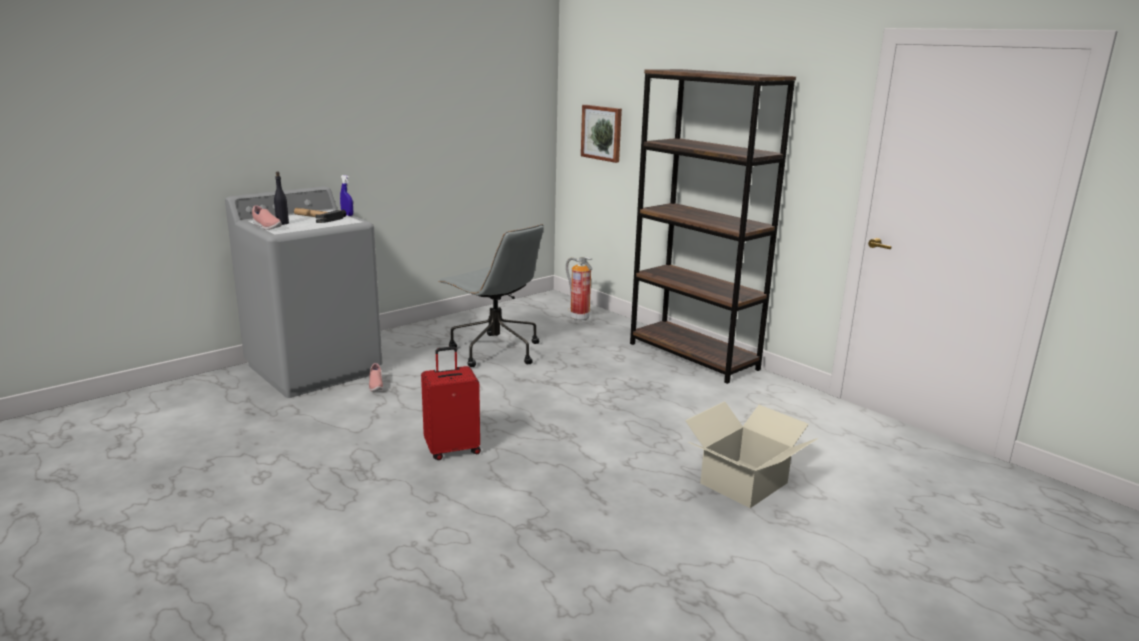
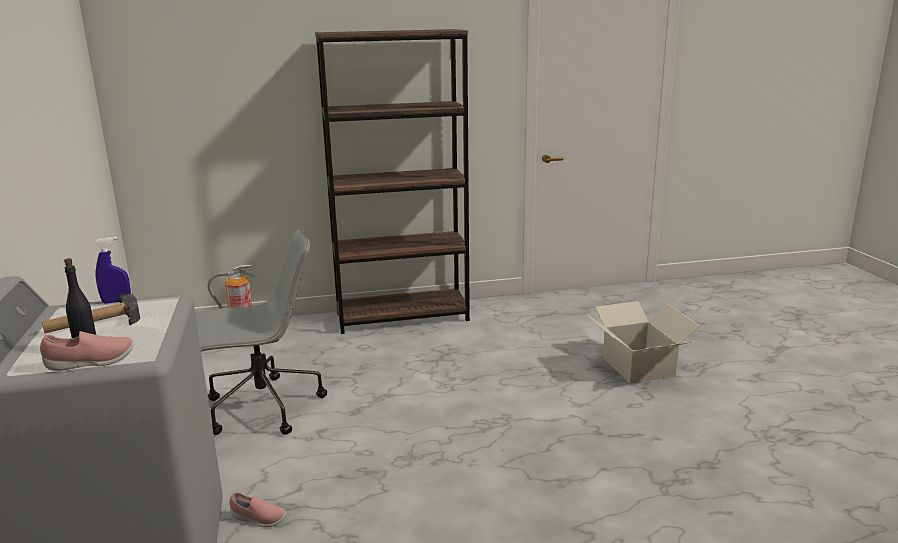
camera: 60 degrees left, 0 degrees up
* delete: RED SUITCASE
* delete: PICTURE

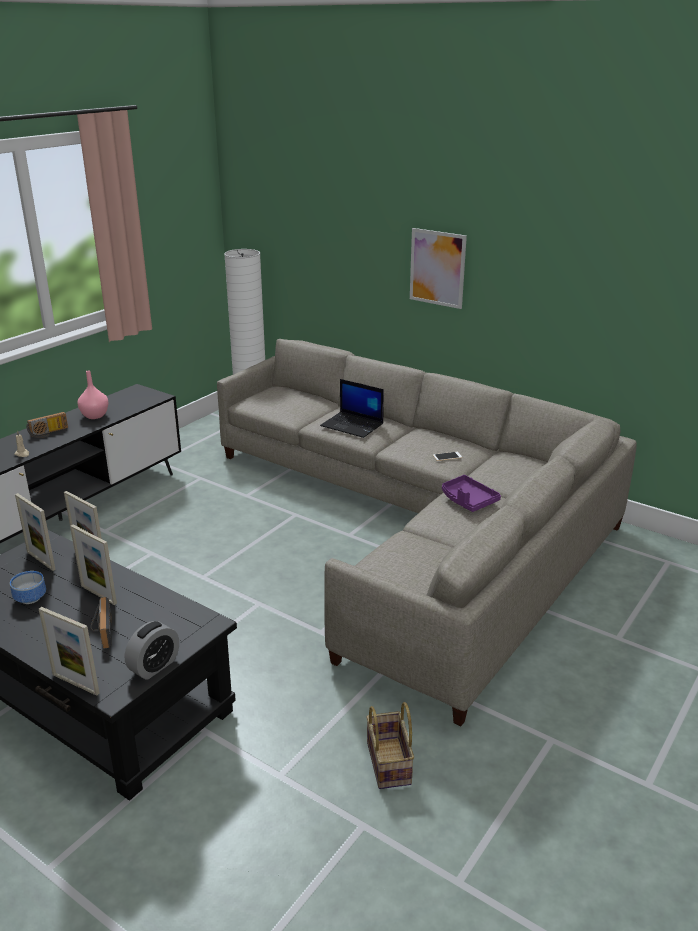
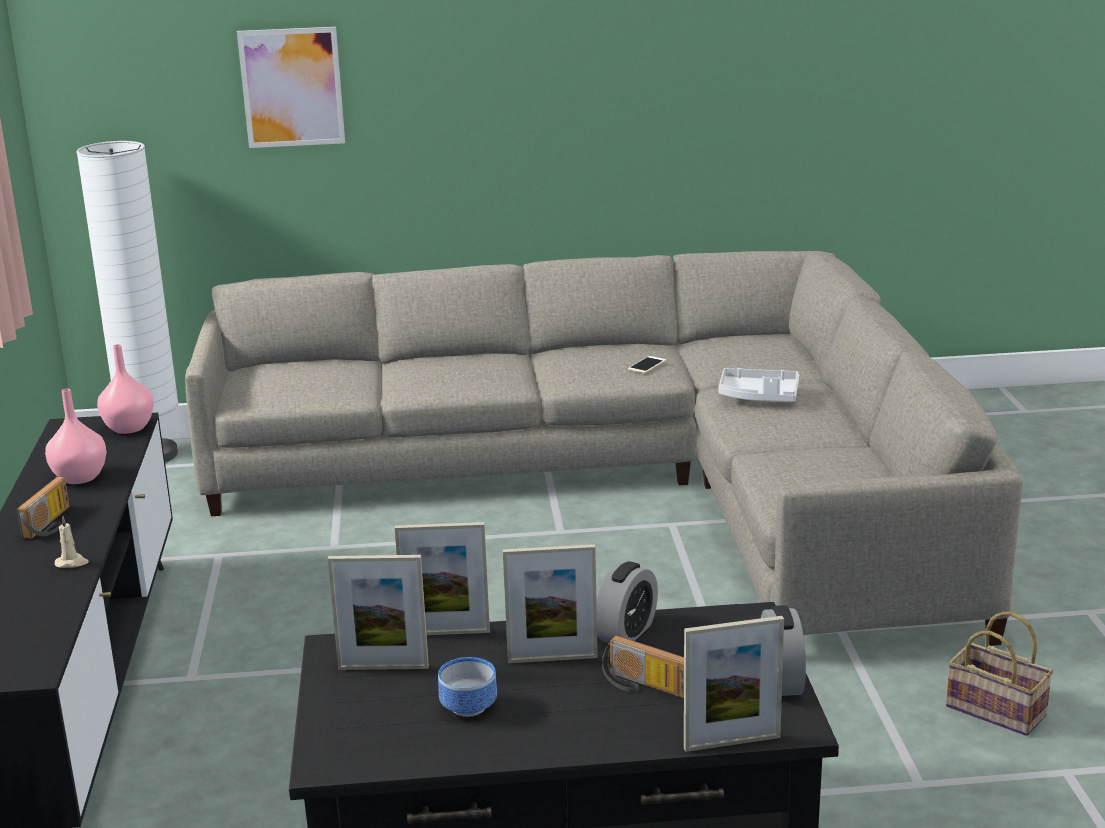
camera: 40 degrees left, 5 degrees down
* delete: LAPTOP
* insert: PINK VASE (2nd from left)
* insert: ALARM CLOCK (1st from left)
* move: PICTURE
* recolor: PURPLE TRAY to WHITE TRAY

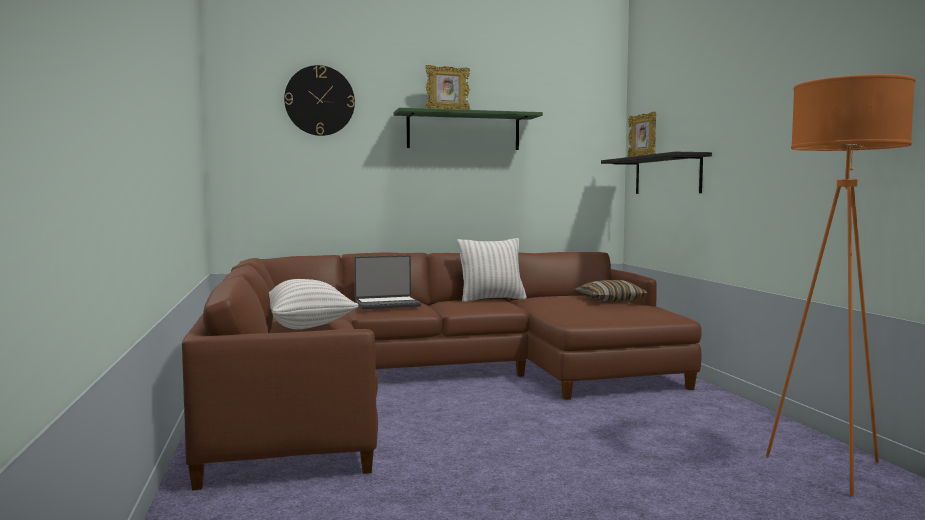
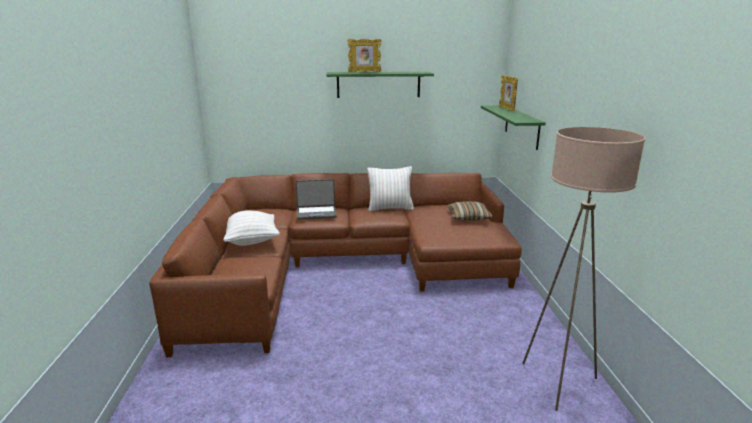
camera: 10 degrees right, 15 degrees up
* delete: WALL CLOCK
* recolor: BLACK SHELF to GREEN SHELF (2nd from left)
* recolor: ORANGE FLOOR LAMP to BEIGE FLOOR LAMP

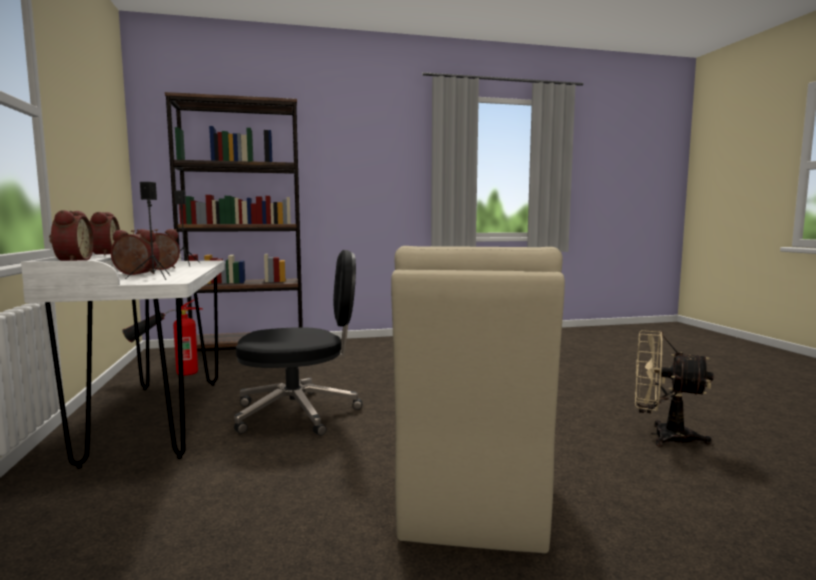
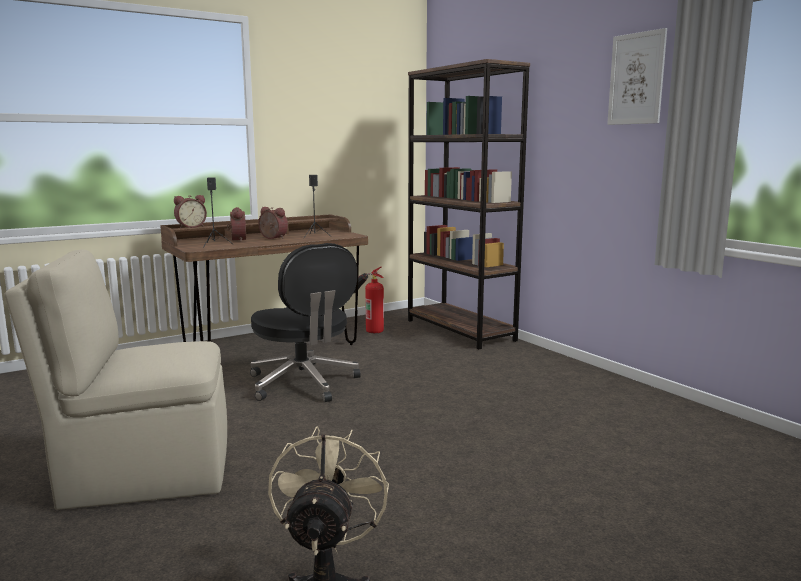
camera: 70 degrees right, 5 degrees up
* delete: ALARM CLOCK (2nd from left)
* insert: PICTURE
* recolor: WHITE DESK to BROWN DESK

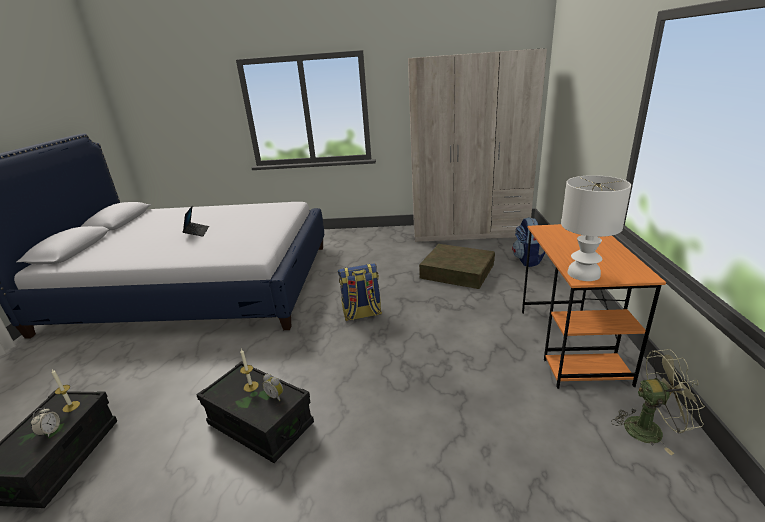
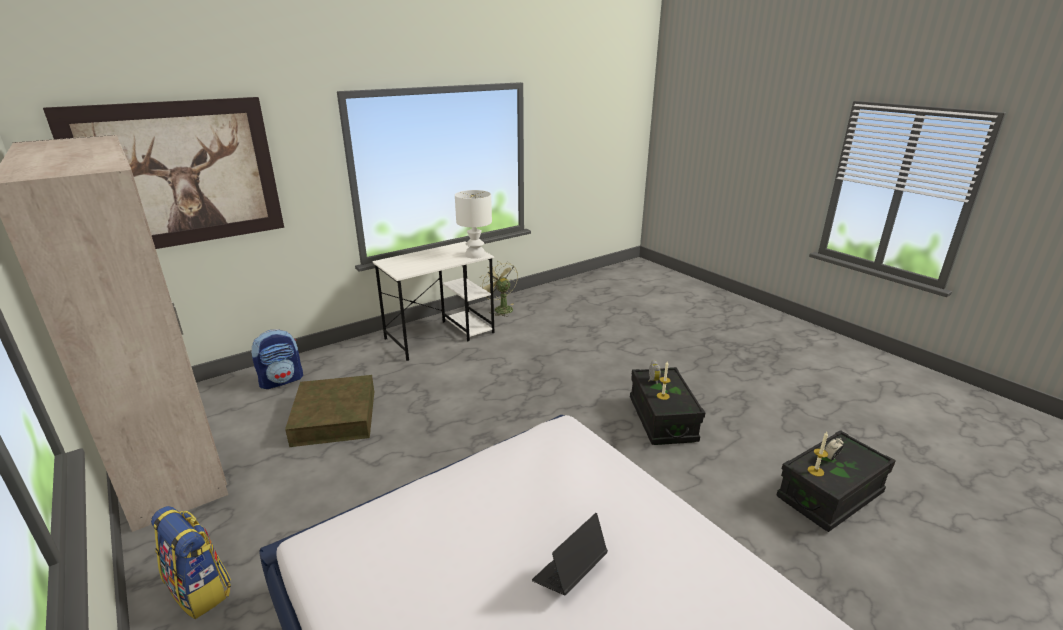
camera: 130 degrees left, 0 degrees up
* insert: PICTURE
* move: BACKPACK (1st from left)
* recolor: ORANGE DESK to WHITE DESK

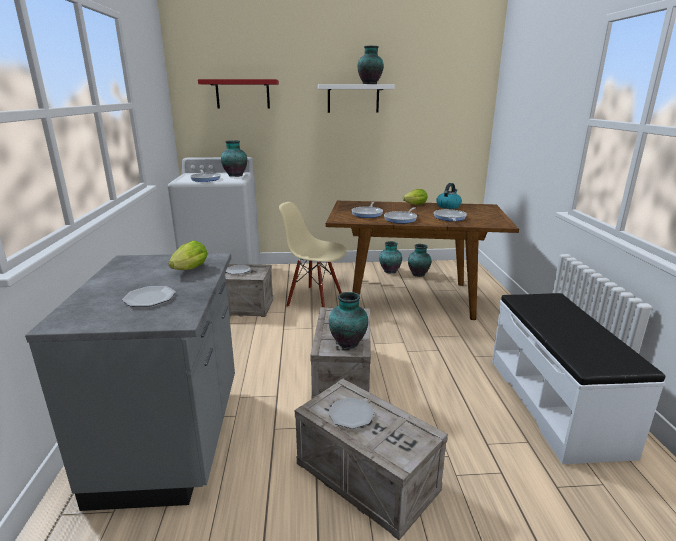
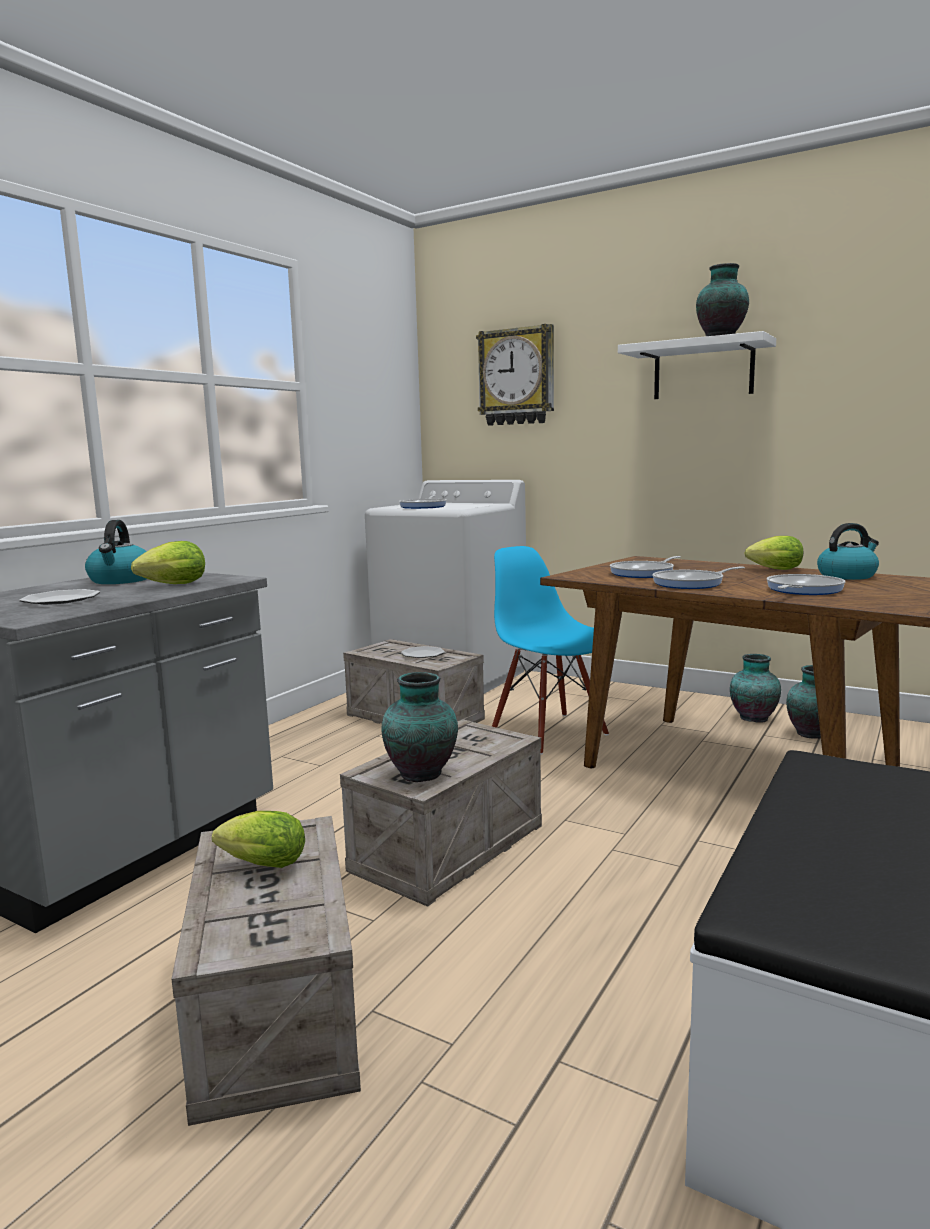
camera: 35 degrees right, 10 degrees down
* delete: VASE (1st from left)
* insert: KETTLE (1st from left)
* replace: RED SHELF to WALL CLOCK
* replace: PLATE (3rd from left) to LETTUCE (2nd from left)
* recolor: BEIGE CHAIR to BLUE CHAIR

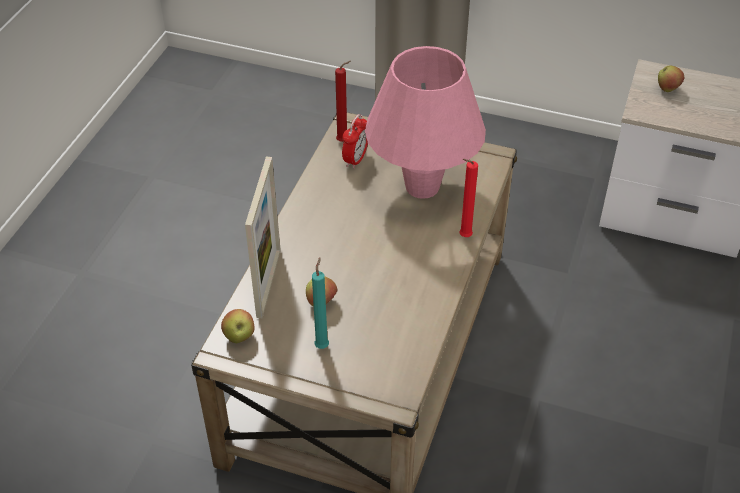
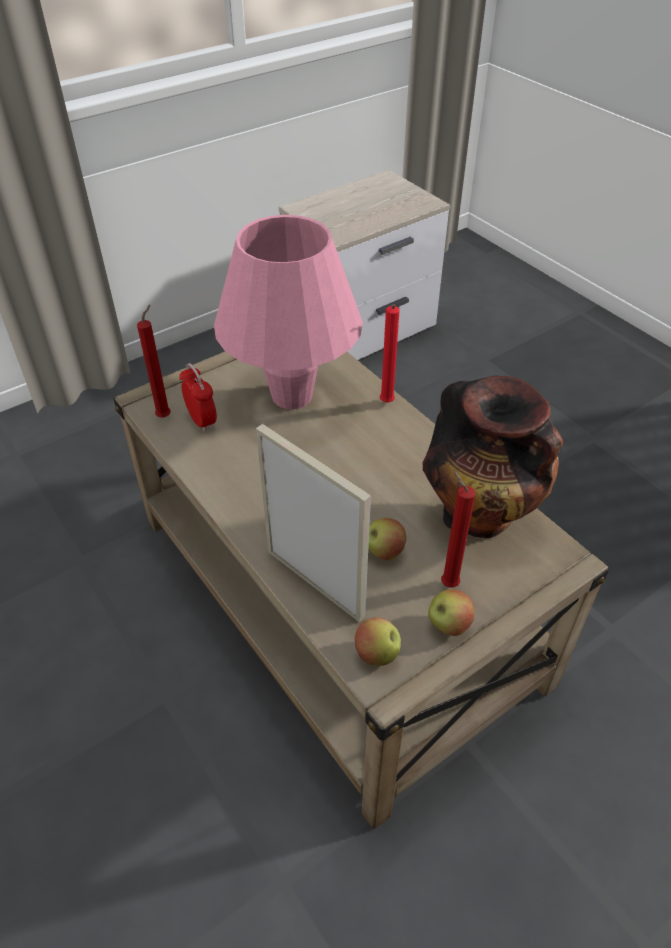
camera: 55 degrees left, 0 degrees up
* insert: VASE
* move: APPLE (3rd from left)
* recolor: TURQUOISE CANDLE to RED CANDLE (3rd from left)

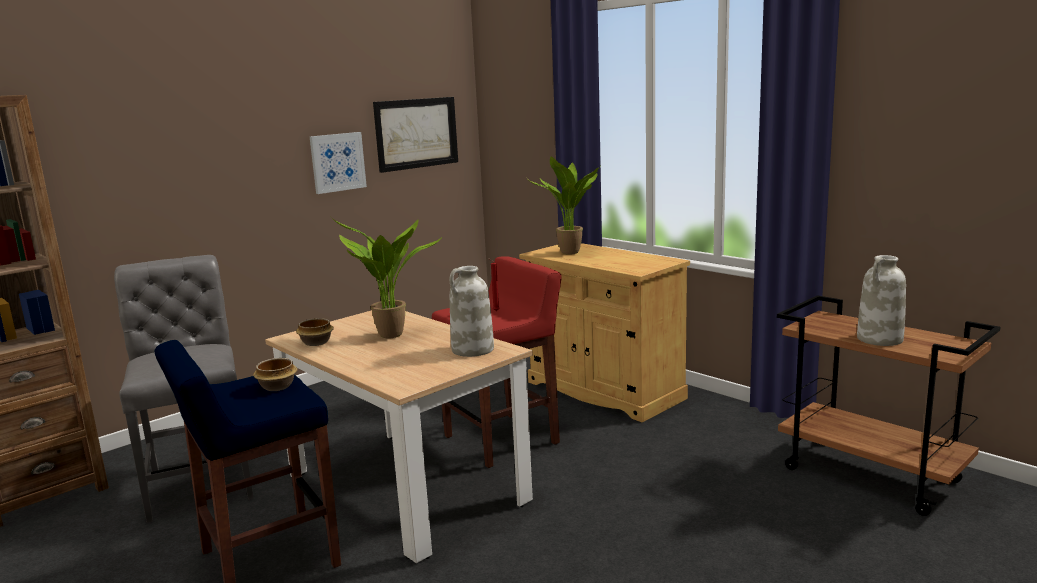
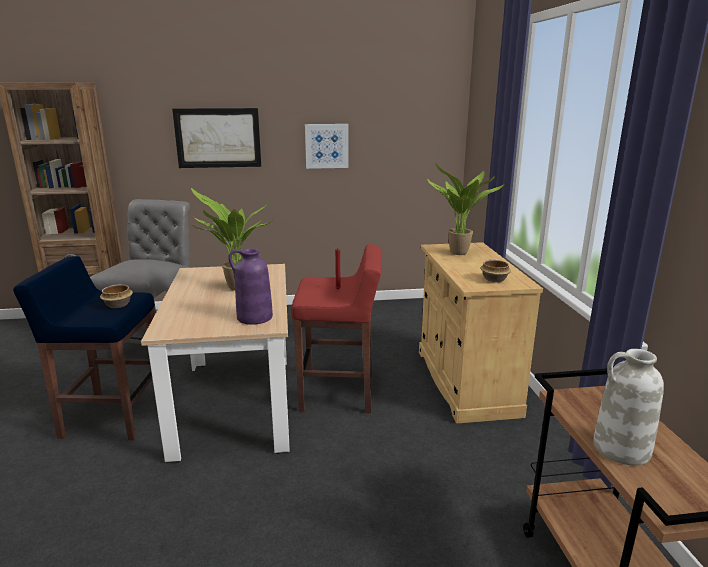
camera: 35 degrees right, 5 degrees up
* move: BOWL (2nd from left)
* move: PICTURE (2nd from left in the first image) to PICTURE (1st from left)
* recolor: WHITE VASE (1st from left) to PURPLE VASE

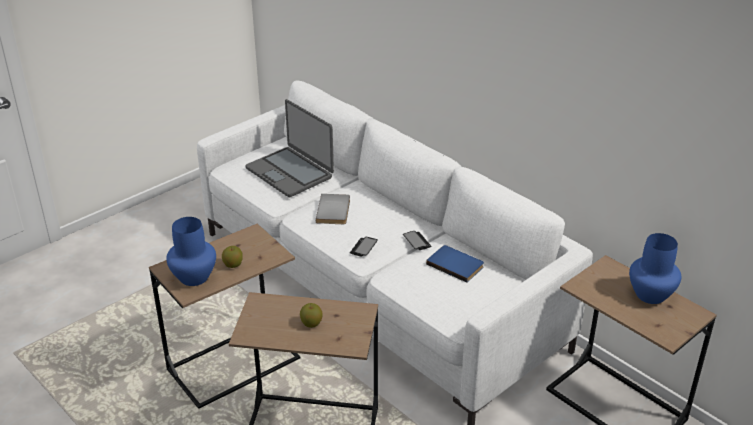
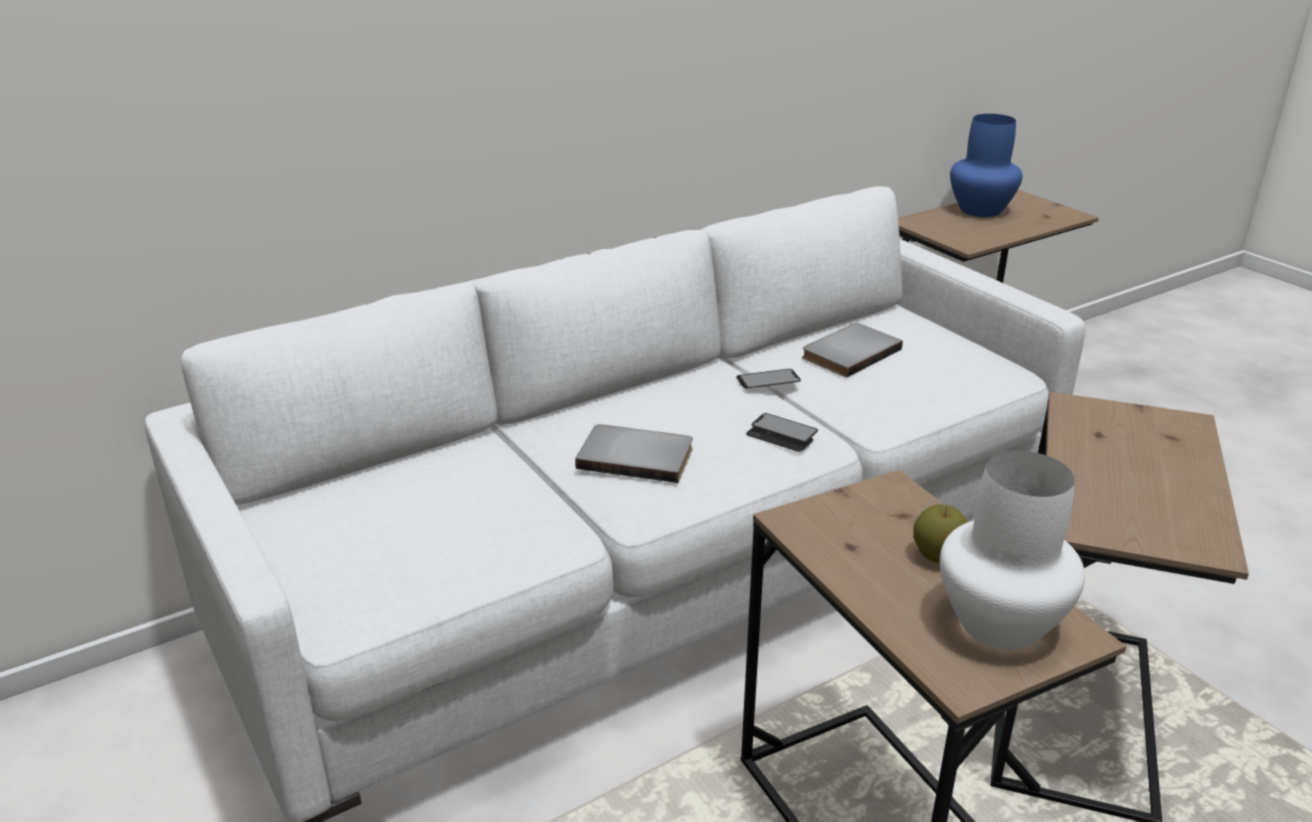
camera: 80 degrees left, 5 degrees down
* delete: LAPTOP
* delete: APPLE (2nd from left)
* recolor: BLUE VASE (1st from left) to WHITE VASE
* recolor: BLUE BOOK to GREY BOOK (2nd from left)

